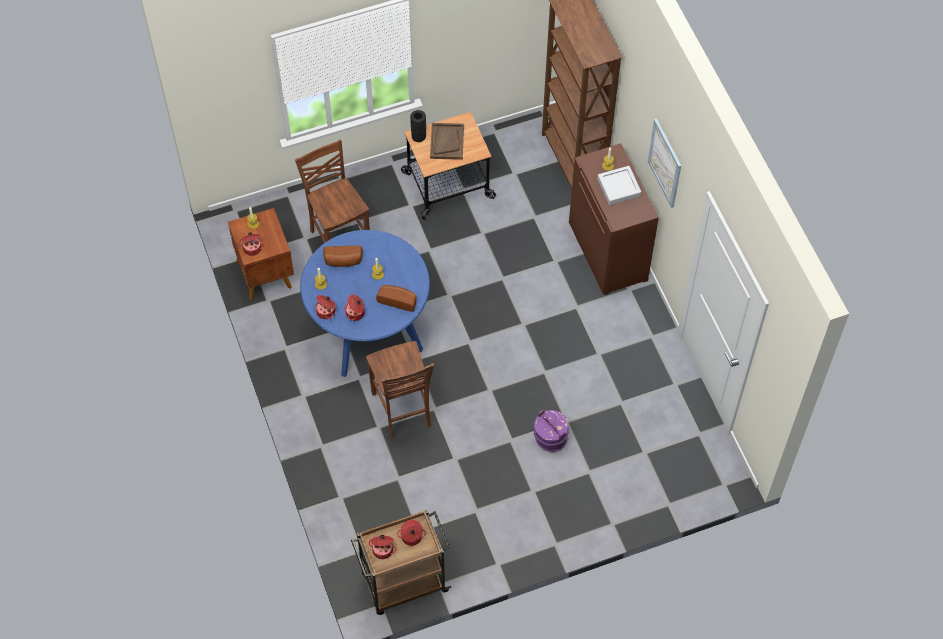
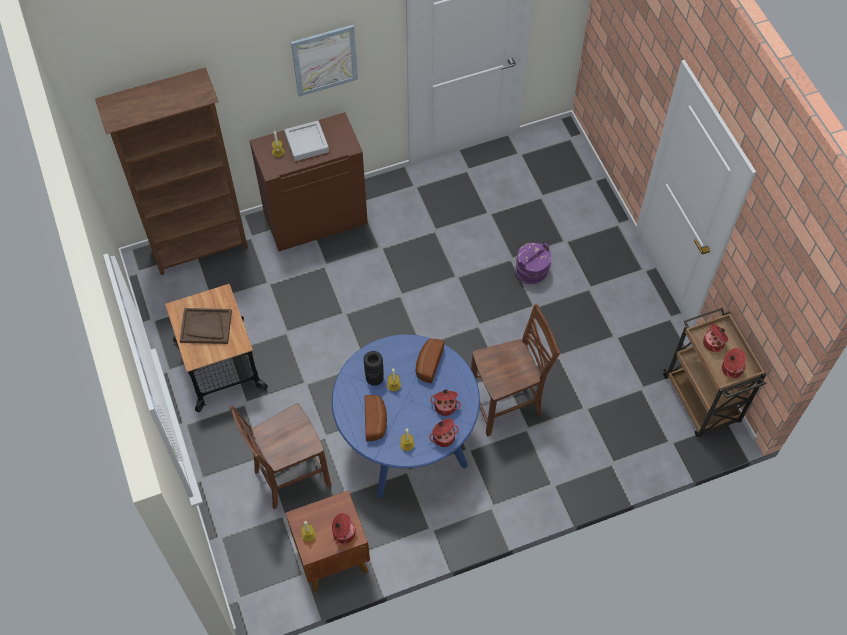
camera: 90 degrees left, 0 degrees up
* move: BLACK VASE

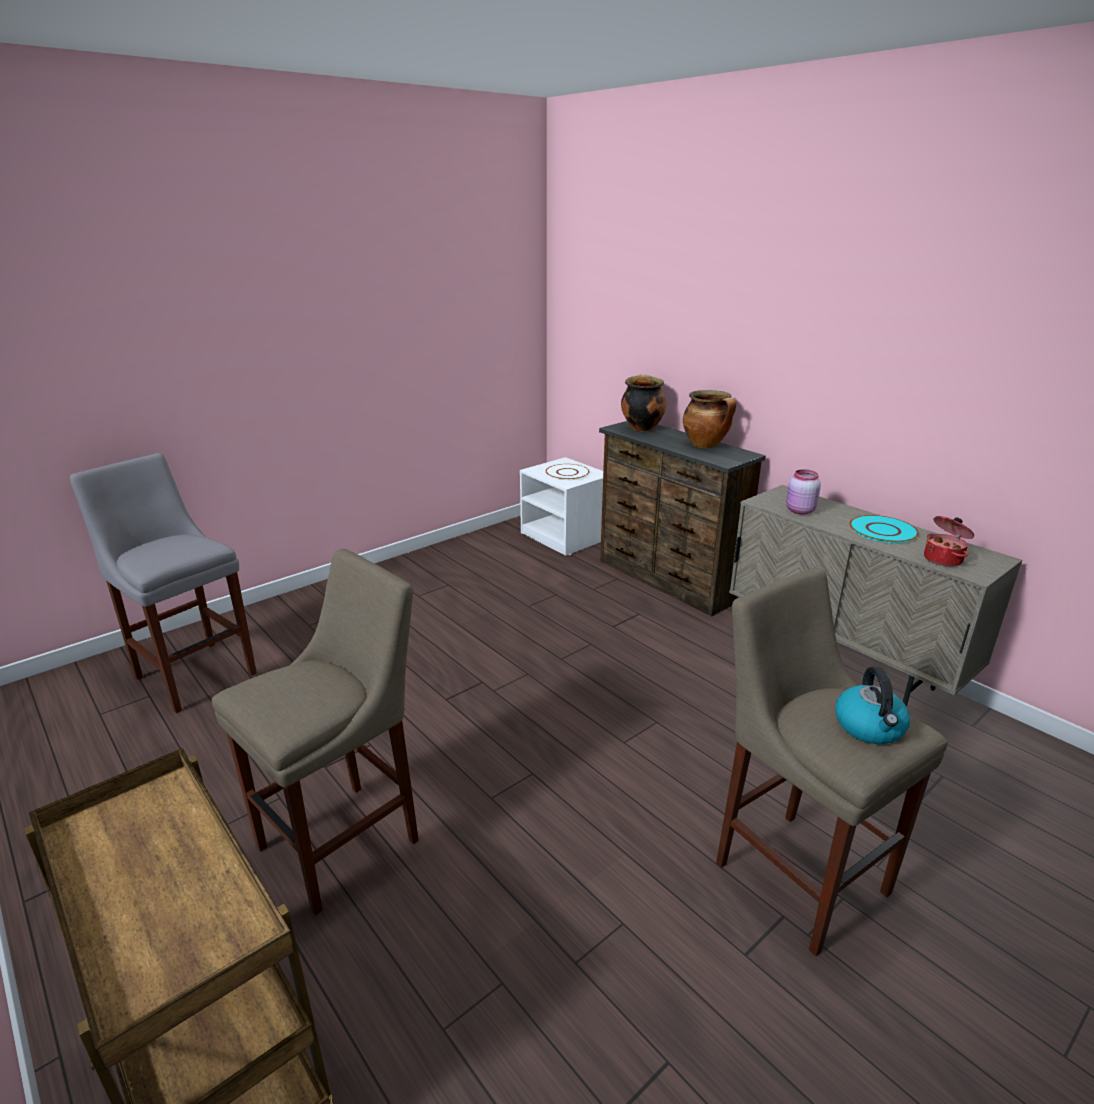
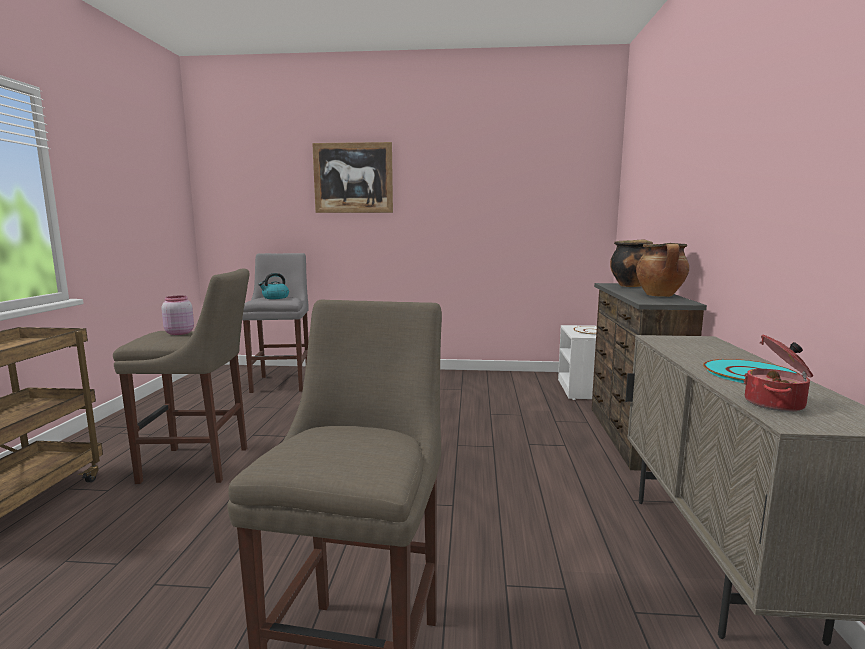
camera: 45 degrees right, 15 degrees down
* insert: PICTURE
* move: PINK JAR
* move: KETTLE

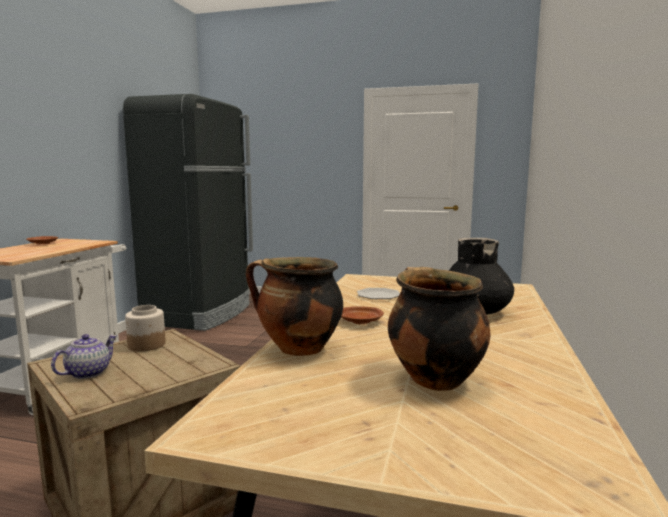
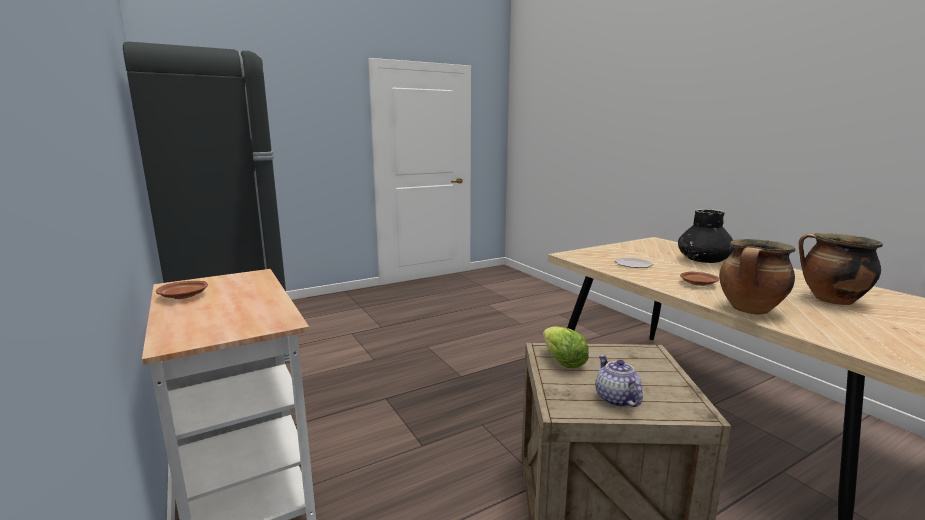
camera: 45 degrees left, 5 degrees up
* replace: JAR to LETTUCE

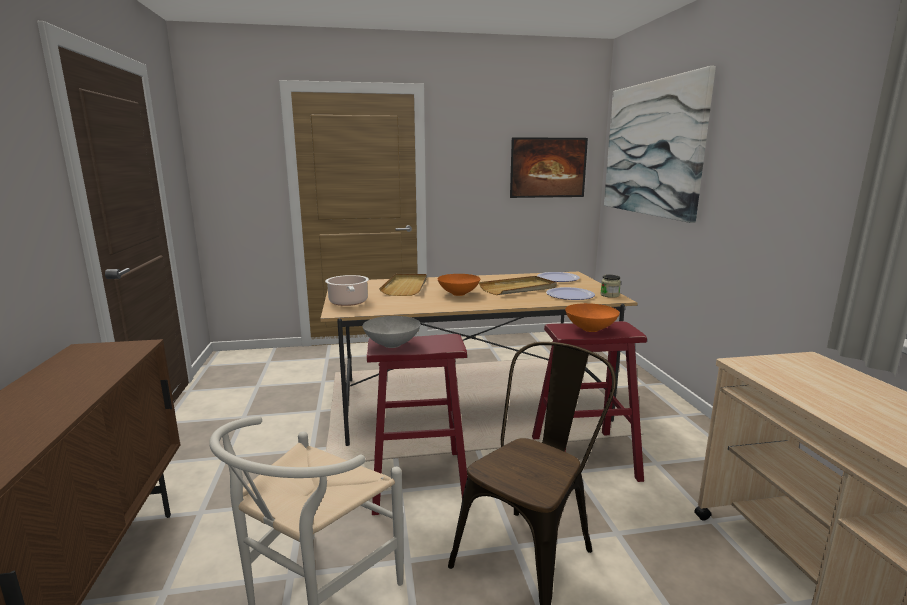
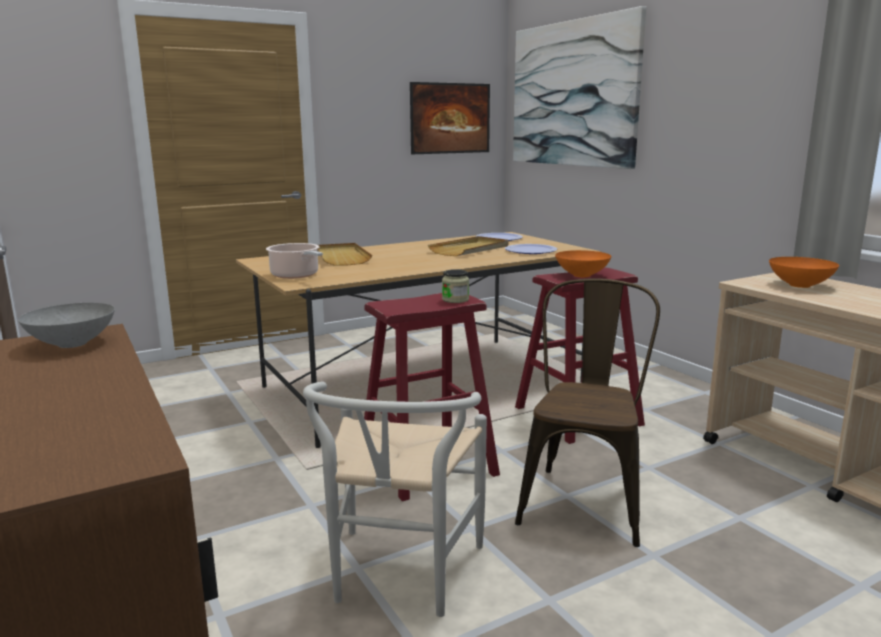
camera: 20 degrees left, 0 degrees up
* move: GREY BOWL
* move: ORANGE BOWL (1st from left in the first image) to ORANGE BOWL (2nd from left)
* move: JAR

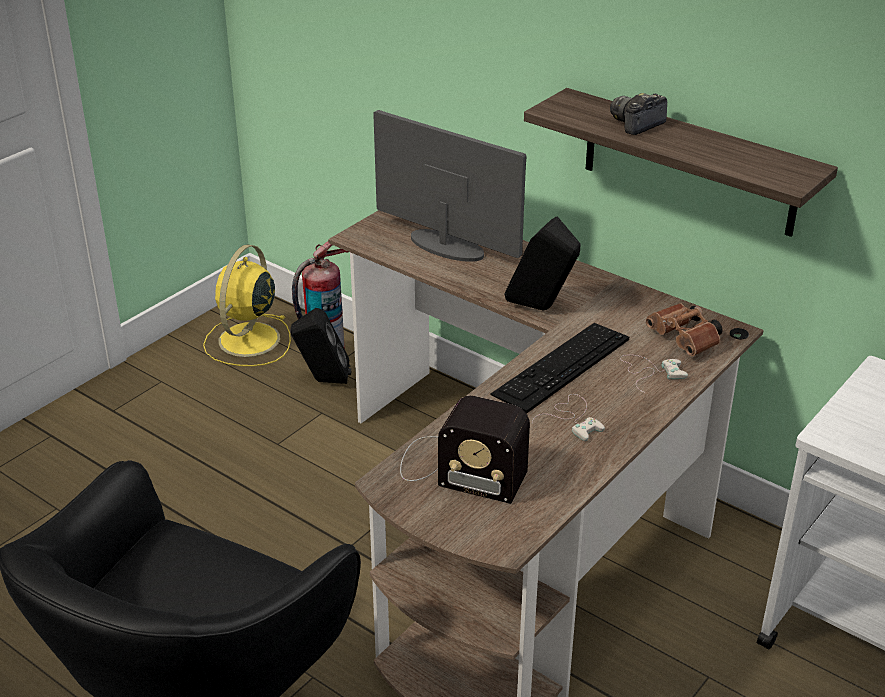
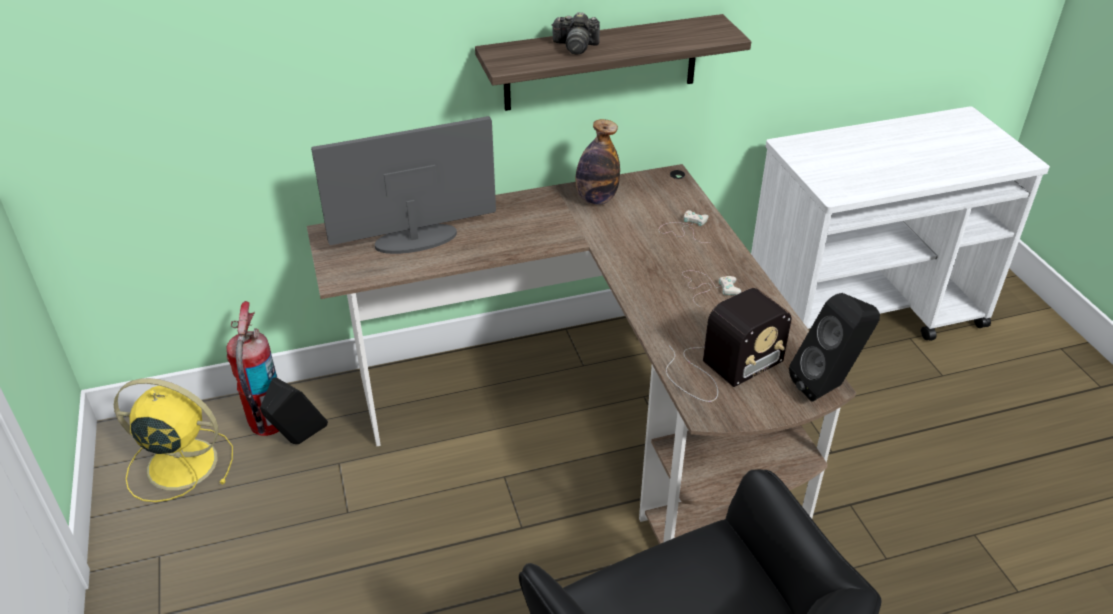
camera: 55 degrees left, 5 degrees up
* delete: KEYBOARD
* delete: BROWN BINOCULARS
* insert: BOTTLE
* move: BLACK SPEAKER (2nd from left)
* rotate: YELLOW FAN 135 degrees clockwise
* rotate: PHOTO CAMERA 75 degrees counterclockwise

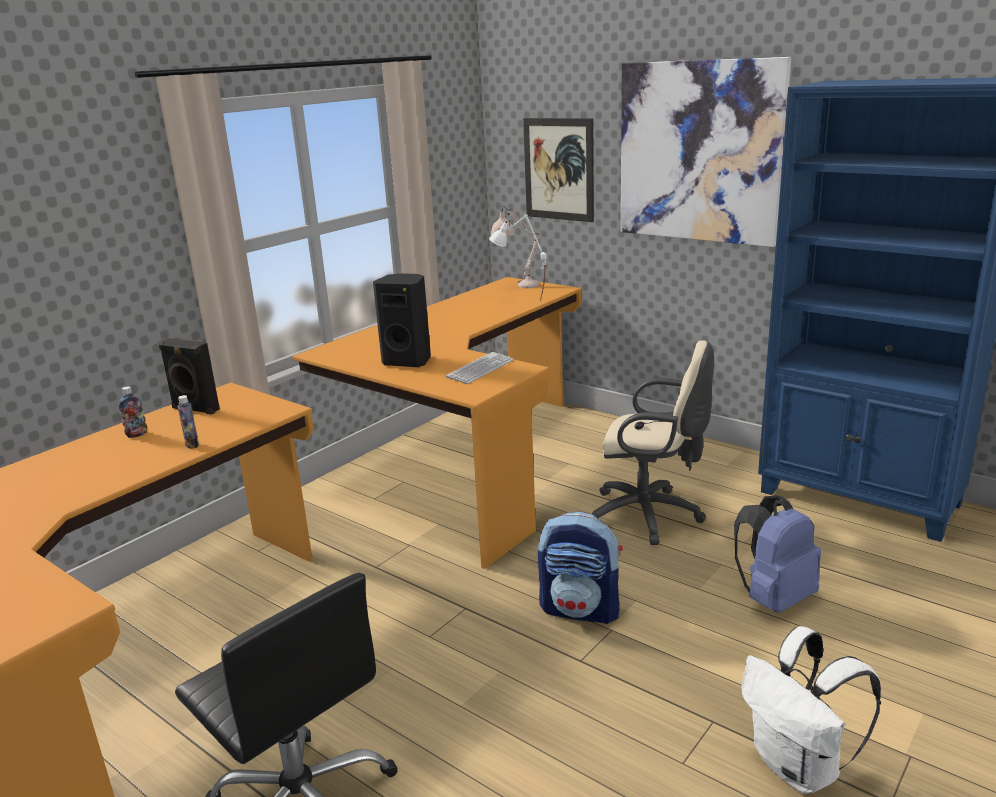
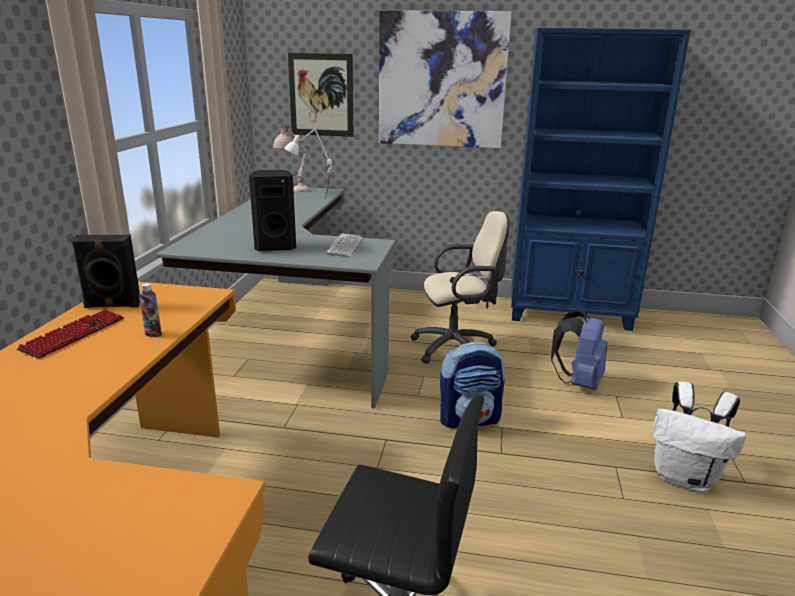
camera: 30 degrees left, 0 degrees up
* replace: BOTTLE (1st from left) to KEYBOARD (1st from left)
* recolor: ORANGE DESK (2nd from left) to GREY DESK

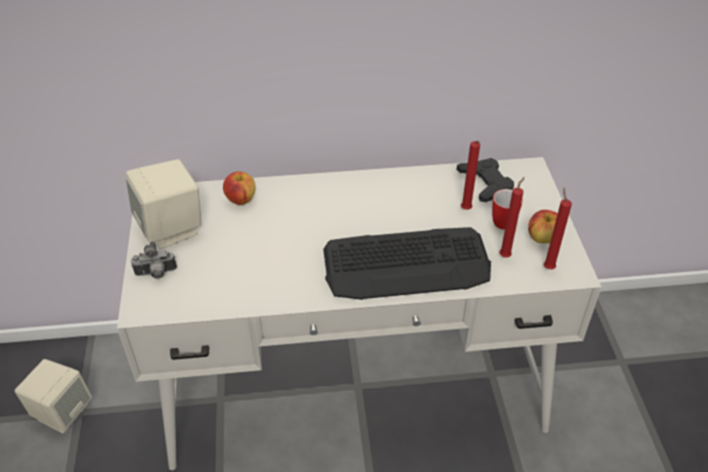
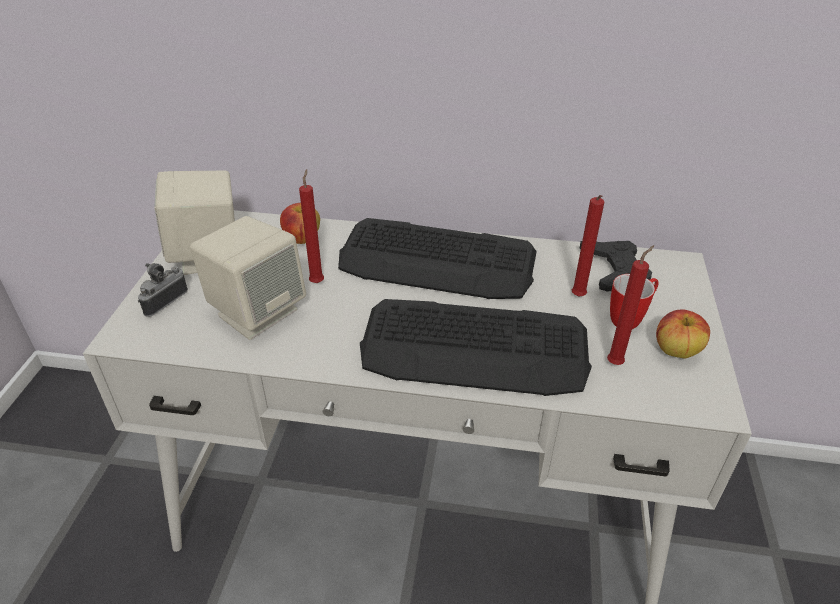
camera: 15 degrees right, 5 degrees down
* insert: KEYBOARD (1st from left)
* move: BEIGE SPEAKER (1st from left in the first image) to BEIGE SPEAKER (2nd from left)
* move: RED CANDLE (3rd from left in the first image) to RED CANDLE (1st from left)
* rotate: PHOTO CAMERA 120 degrees clockwise

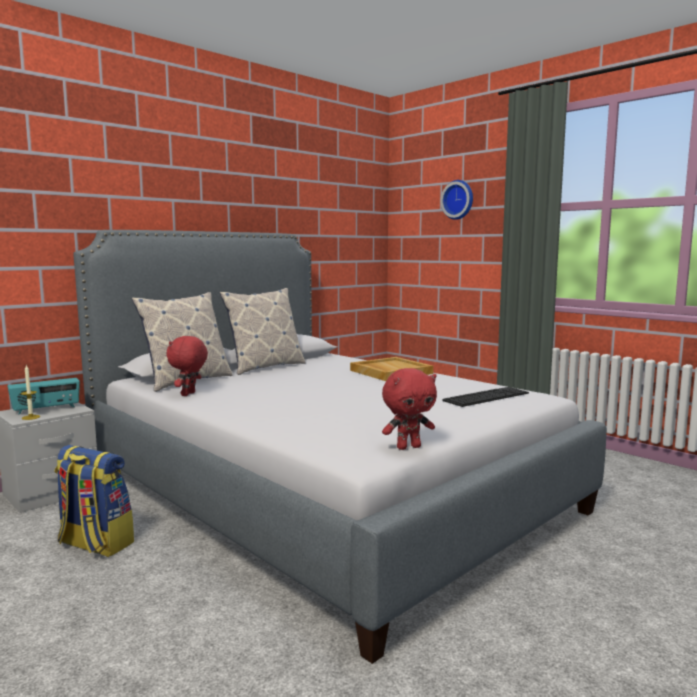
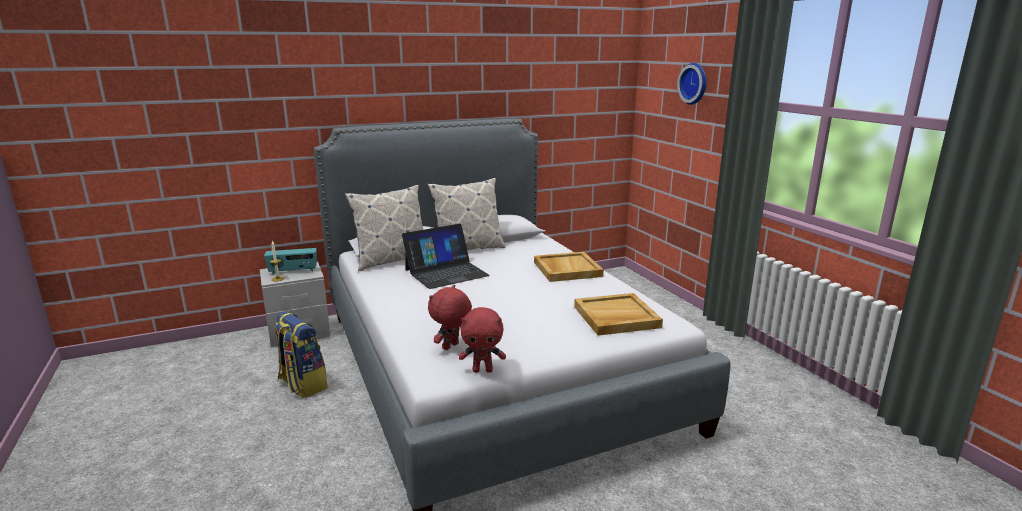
camera: 20 degrees right, 10 degrees up
* insert: LAPTOP
* move: RED PLUSH TOY (1st from left)
* replace: KEYBOARD to BEIGE TRAY (2nd from left)

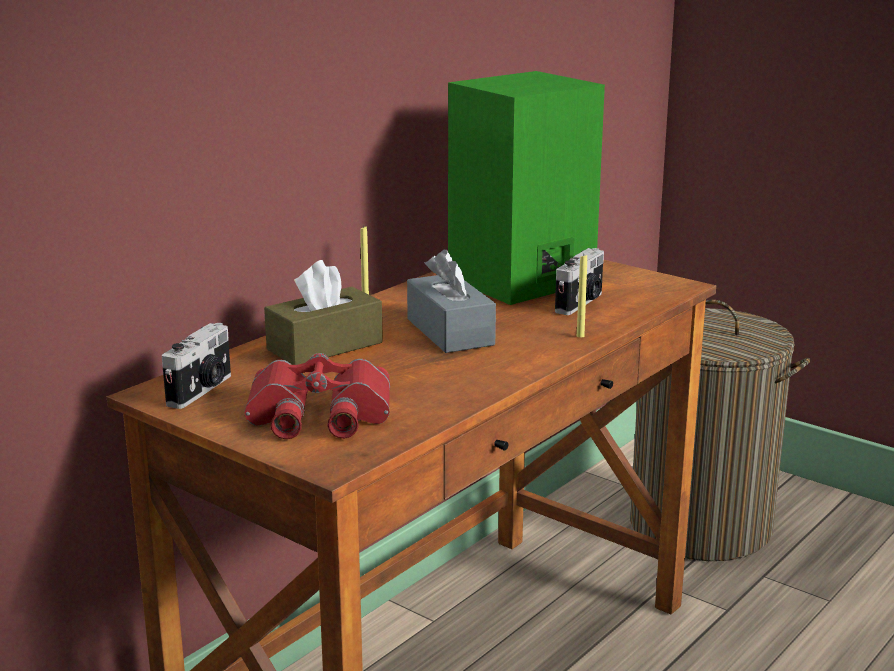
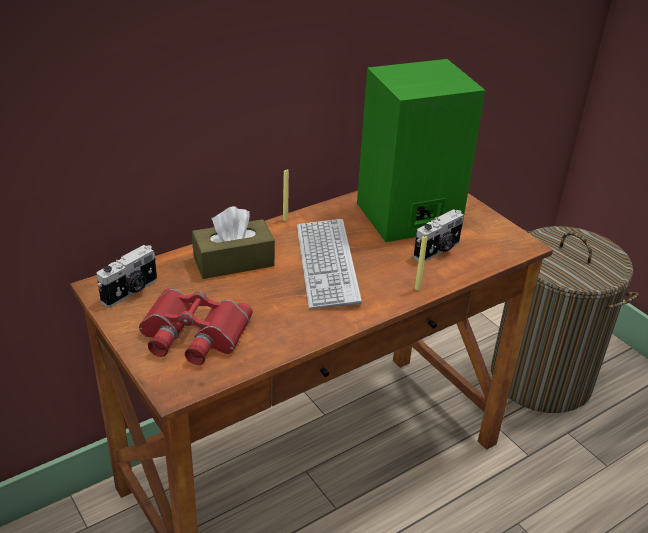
camera: 15 degrees right, 15 degrees up
* replace: GREY TISSUE BOX to KEYBOARD

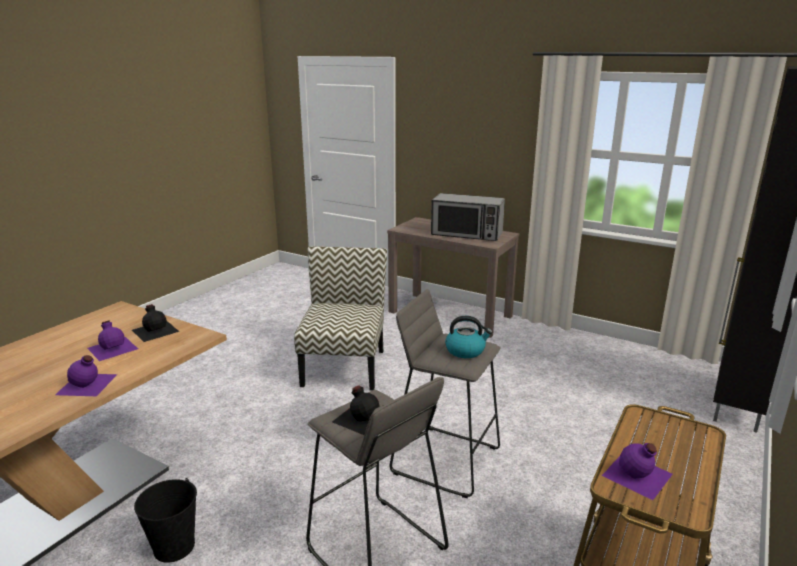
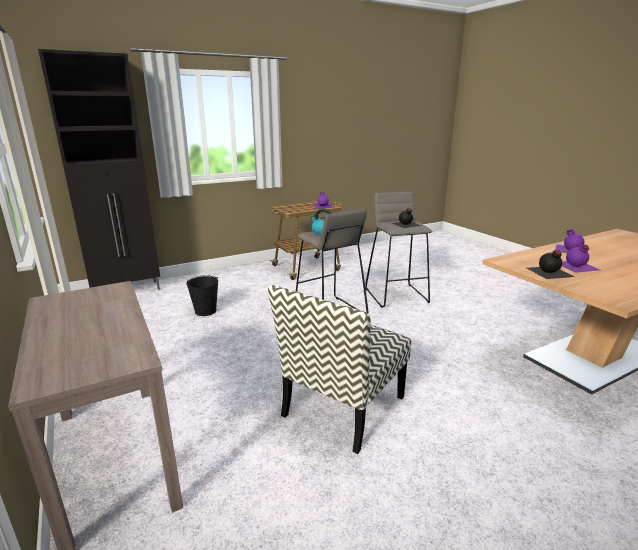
camera: 150 degrees left, 0 degrees up
* delete: MICROWAVE
* move: BLACK BUCKET

